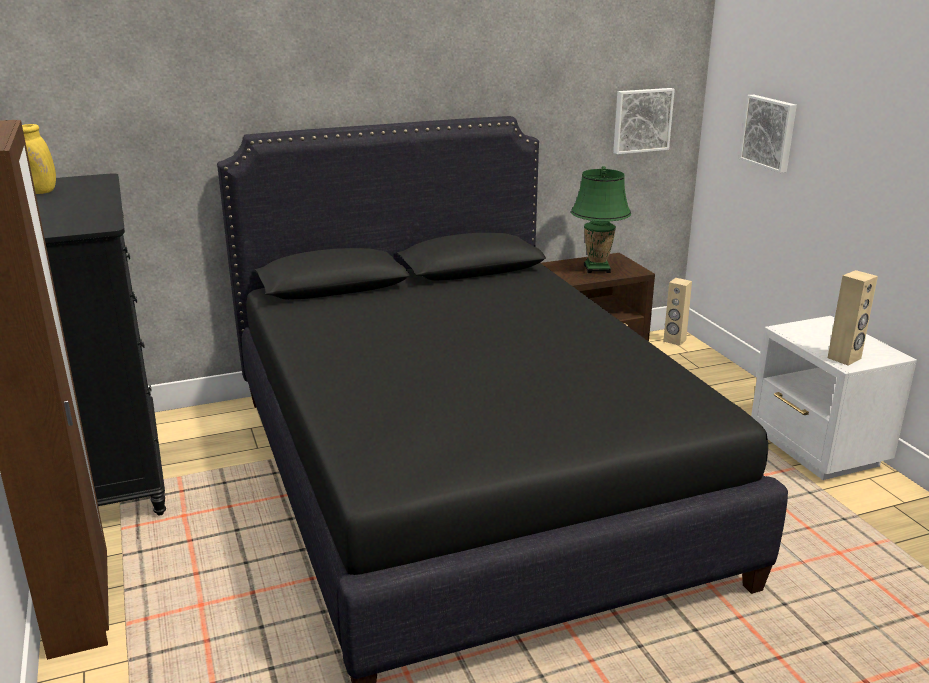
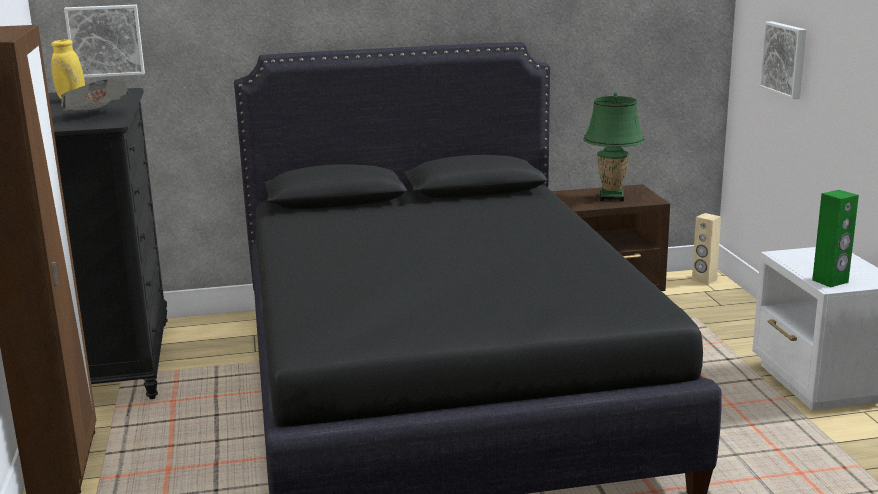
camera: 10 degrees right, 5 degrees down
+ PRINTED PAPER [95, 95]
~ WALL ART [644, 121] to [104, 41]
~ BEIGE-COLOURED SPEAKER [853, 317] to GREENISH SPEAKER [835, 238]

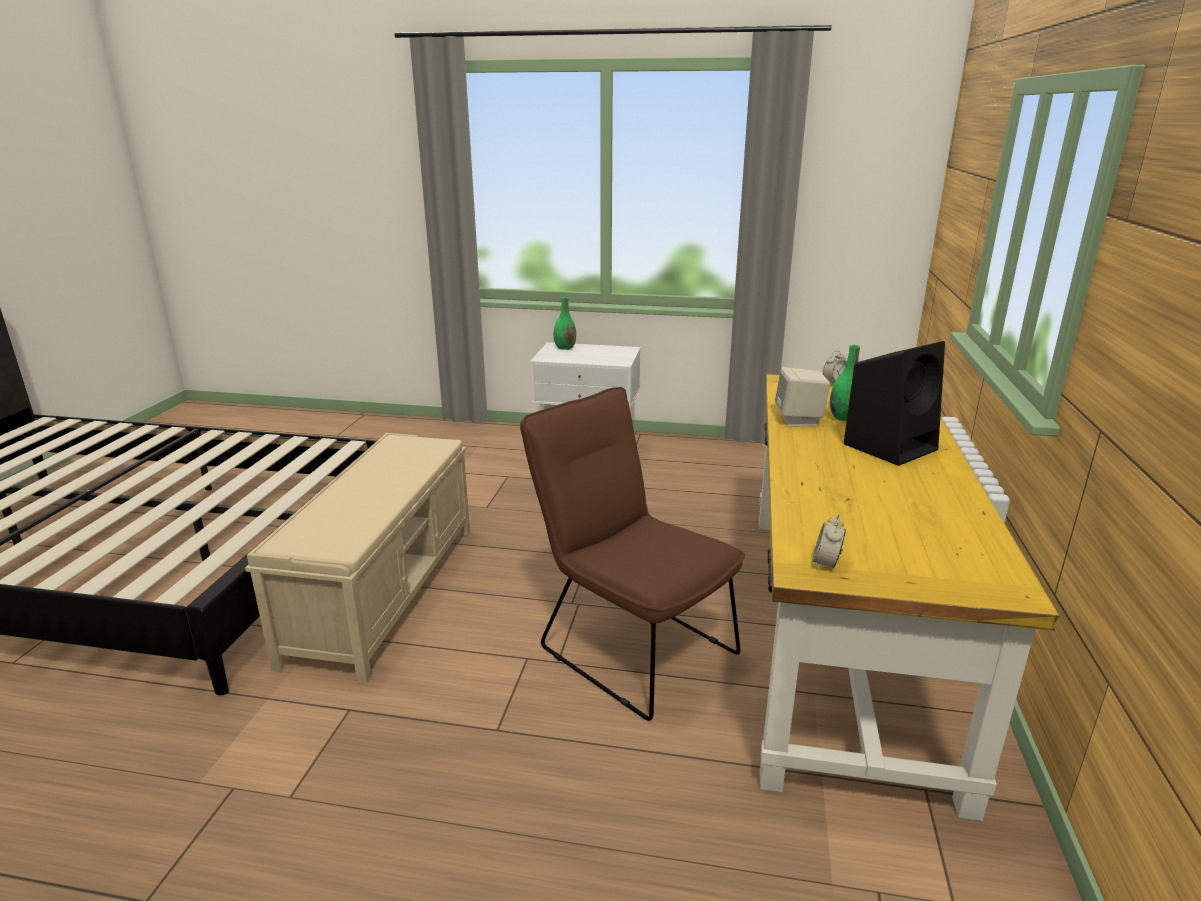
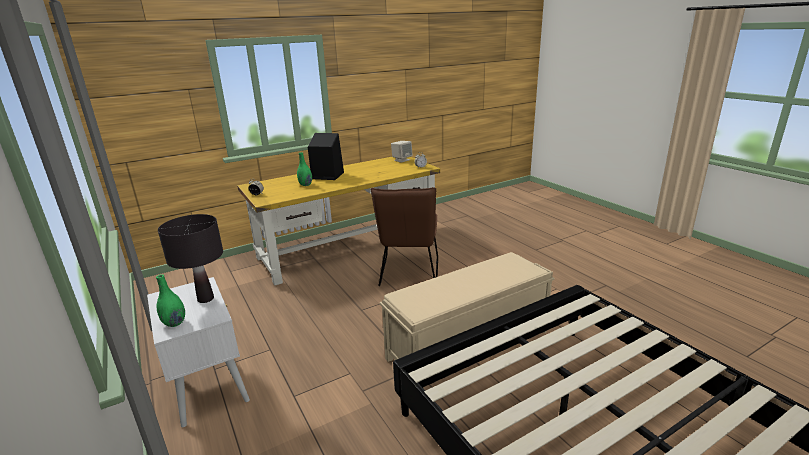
camera: 130 degrees left, 0 degrees up
+ BLACK TABLE LAMP [190, 258]
~ BEIGE-COLOURED SPEAKER [802, 397] to [402, 151]

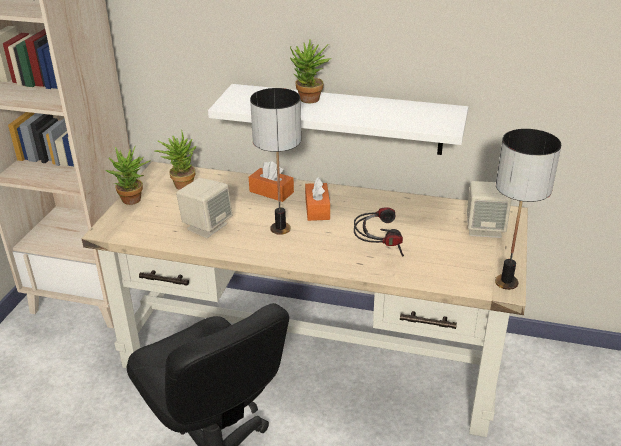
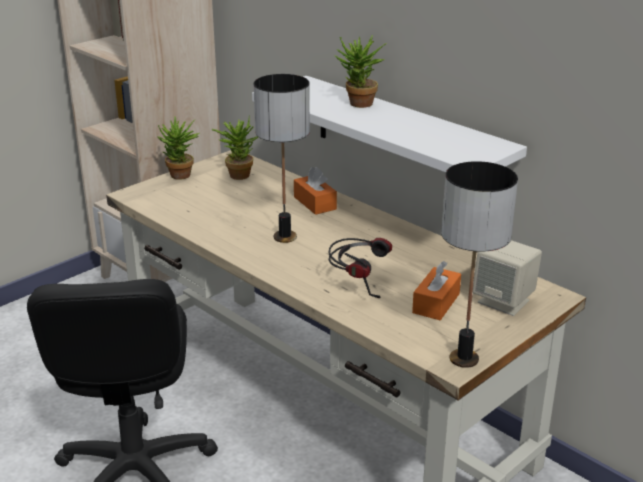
camera: 30 degrees right, 5 degrees down
- BEIGE-COLOURED SPEAKER [204, 208]
~ ORANGEY TISSUE HOLDER [317, 199] to [436, 290]

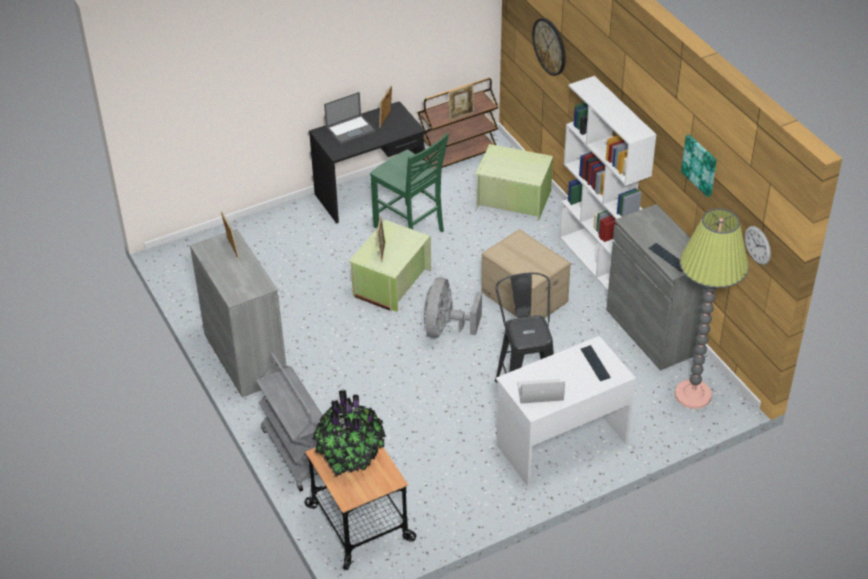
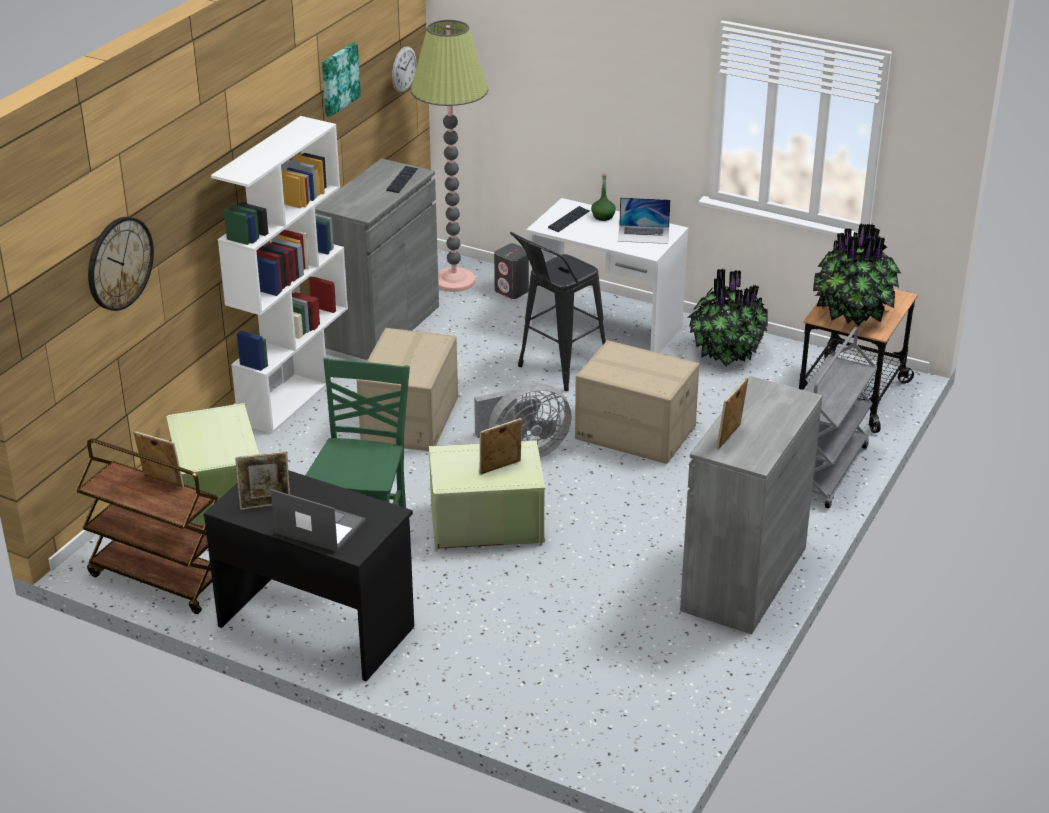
camera: 125 degrees left, 10 degrees down
+ GREYISH SPEAKER [511, 271]
+ CARTON [637, 402]
+ GREENISH BOTTLE [603, 197]
+ HOUSEPLANT [727, 318]
~ PORTABLE COMPUTER [541, 391] = [644, 220] 45 degrees counterclockwise

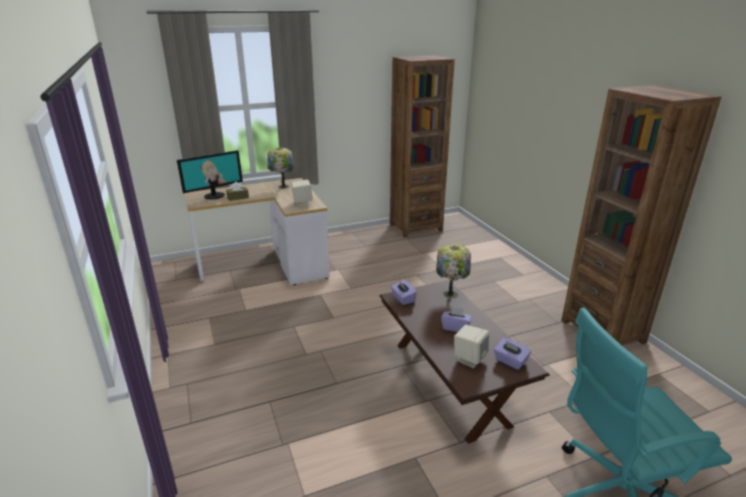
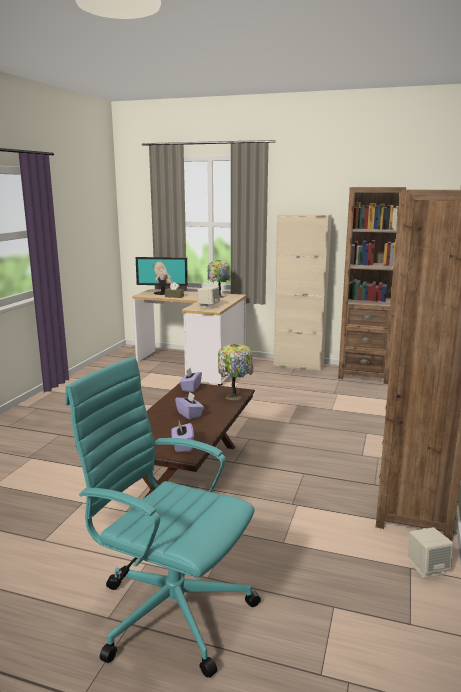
camera: 40 degrees right, 10 degrees down
+ BEIGE-COLOURED CABINET [303, 292]
~ BEIGE-COLOURED SPEAKER [471, 346] to [430, 552]

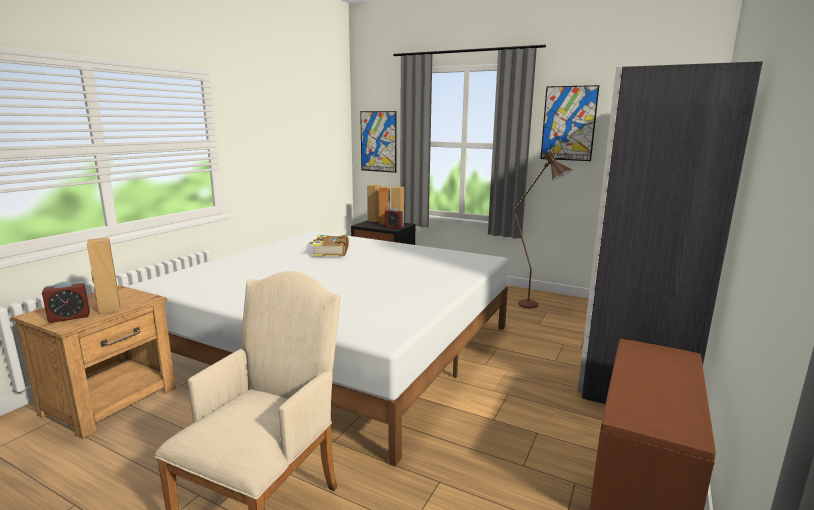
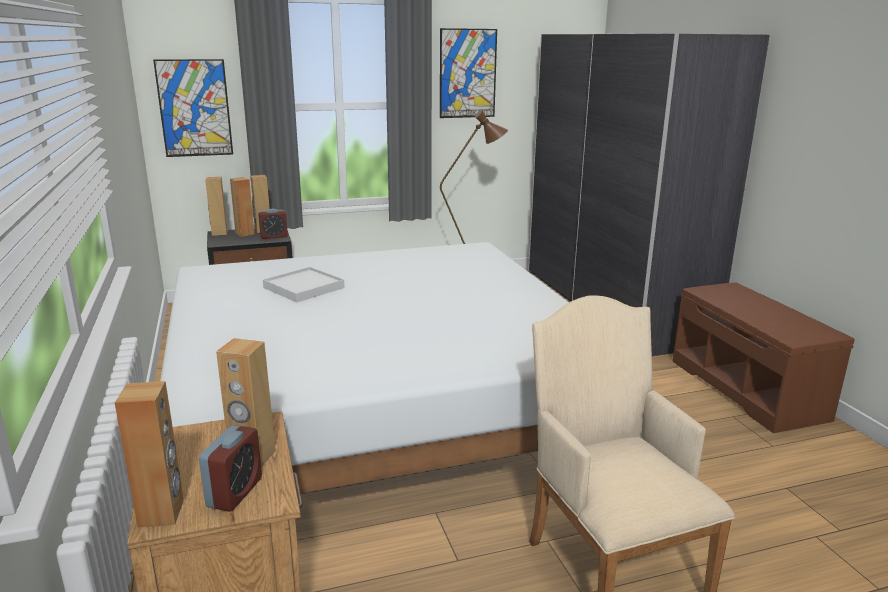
camera: 45 degrees left, 5 degrees up
+ BROWN-COLOURED SPEAKER [149, 454]
~ BOOK [328, 246] to WHITE-COLOURED CARRYING TRAY [303, 284]

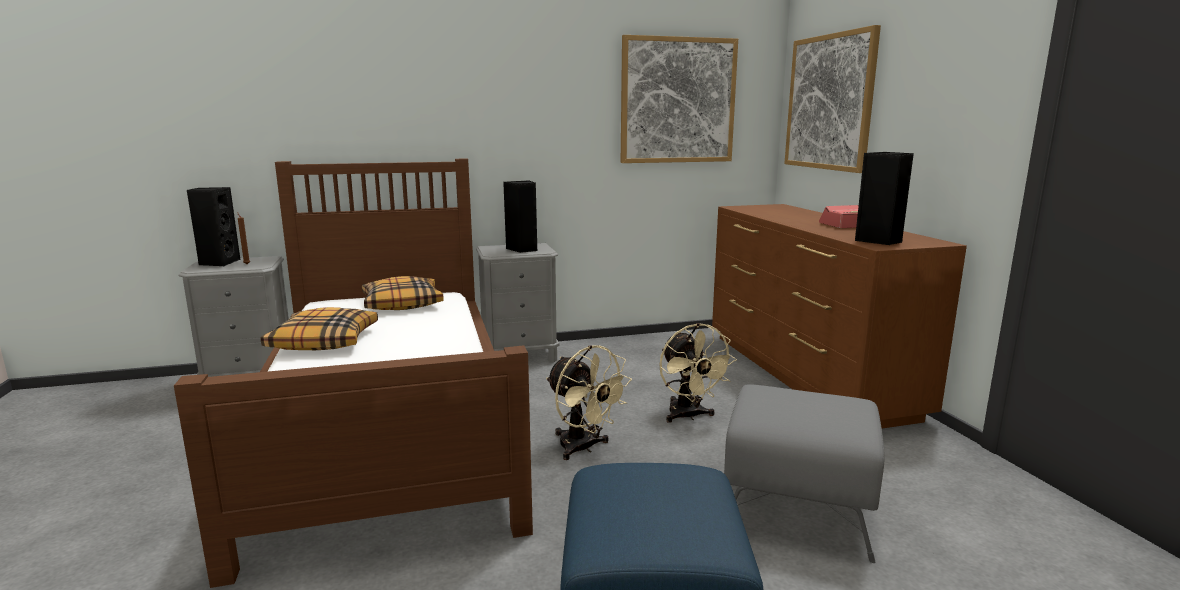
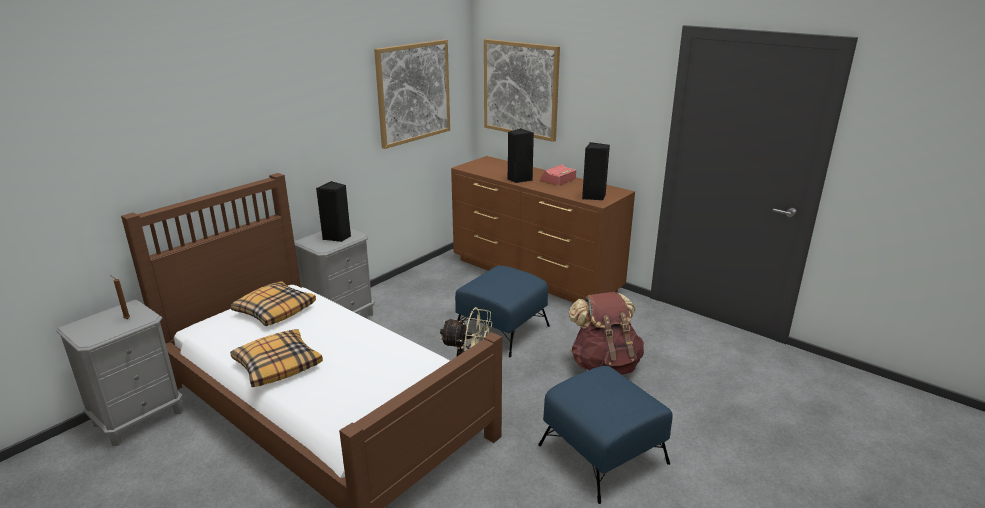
camera: 35 degrees left, 10 degrees up
~ BLACK SPEAKER [213, 226] to [521, 155]
~ BEIGE-COLOURED COOLING FAN [698, 373] to BLUISH POUFFE [502, 311]
~ GREYISH POUFFE [804, 473] to BROWN-COLOURED BACKPACK [606, 333]

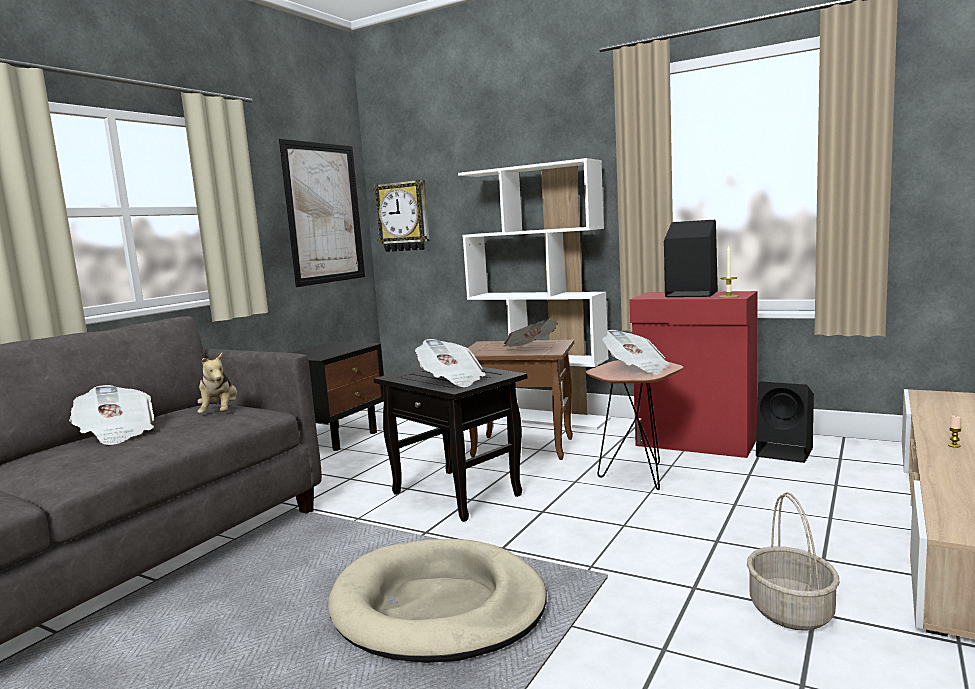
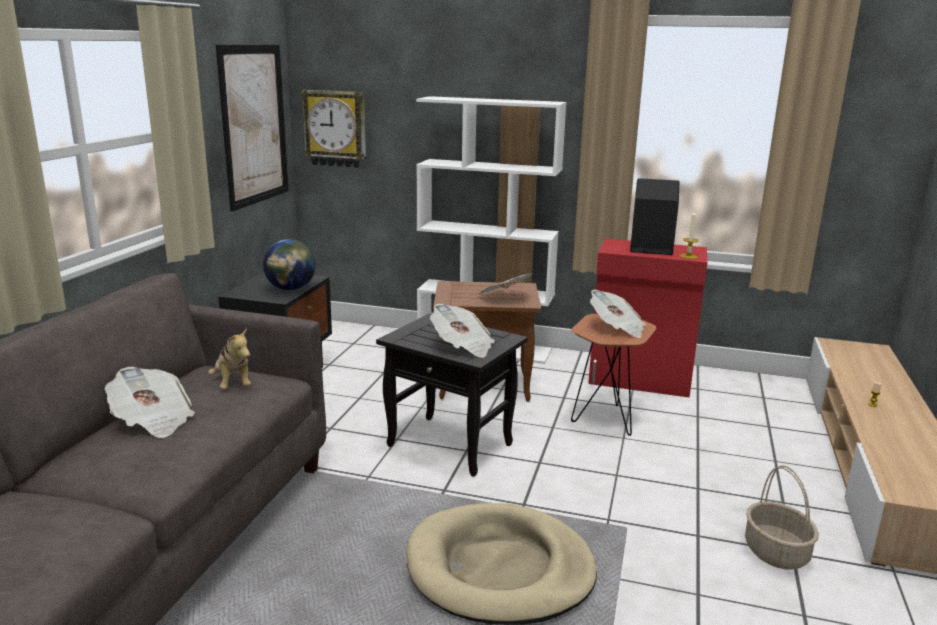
camera: 15 degrees left, 10 degrees up
- BLACK SPEAKER [785, 422]
+ GLOBE [289, 264]

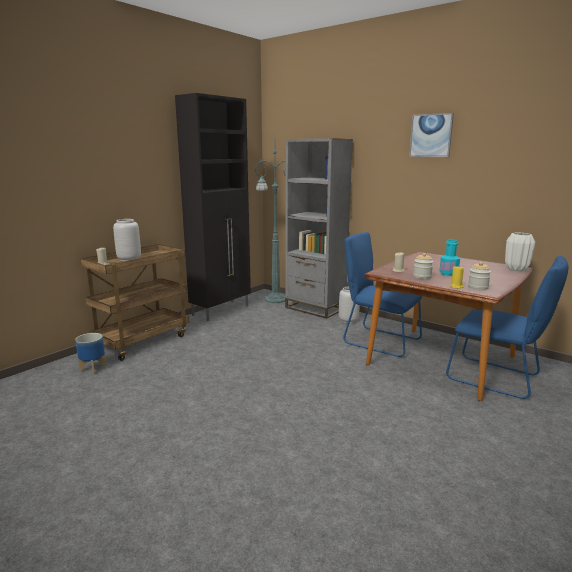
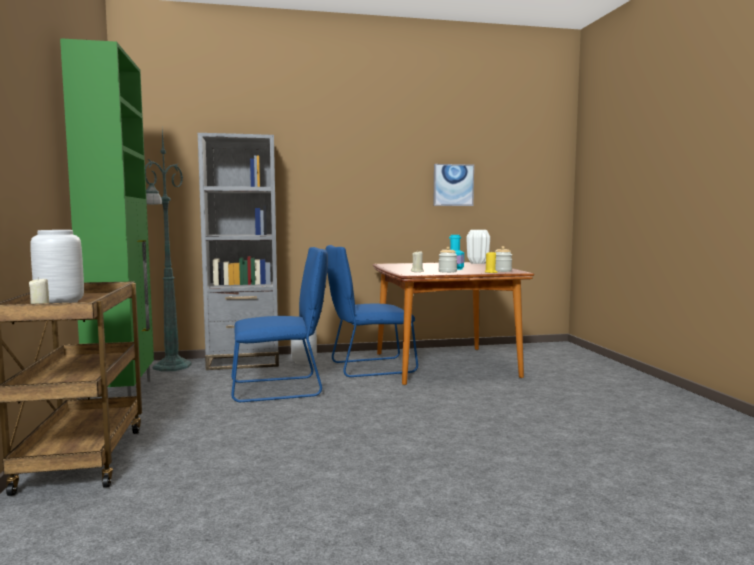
camera: 50 degrees left, 10 degrees down
- PLANT POT [90, 353]
~ WALL ART [431, 135] to [453, 185]
~ BLUISH UPRIGHT CHAIR [507, 327] to [279, 324]
~ BLACK CABINET [213, 207] to GREENISH CABINET [107, 218]

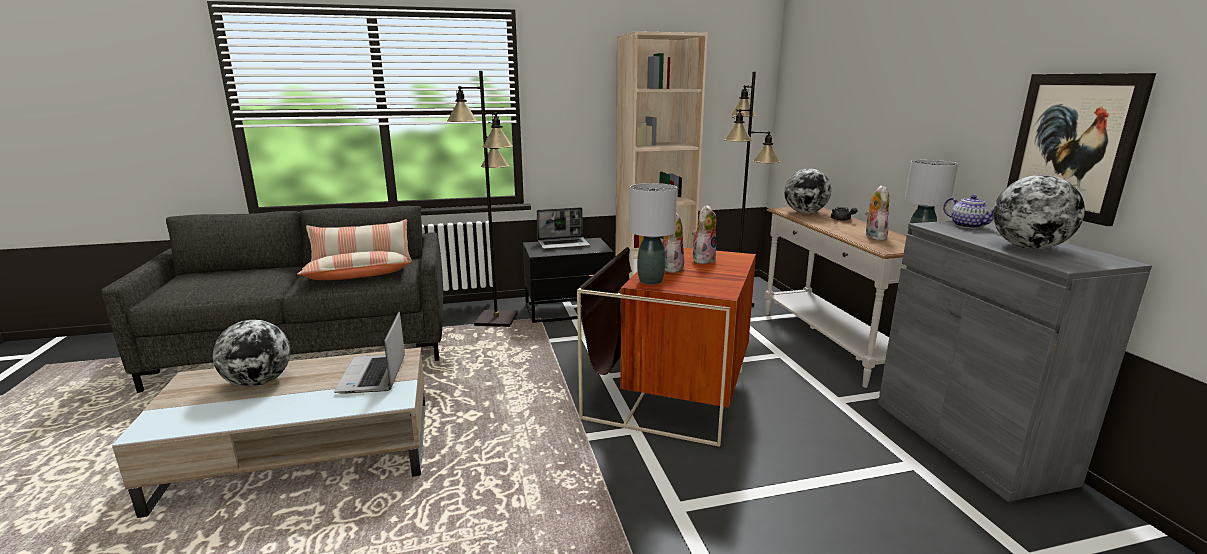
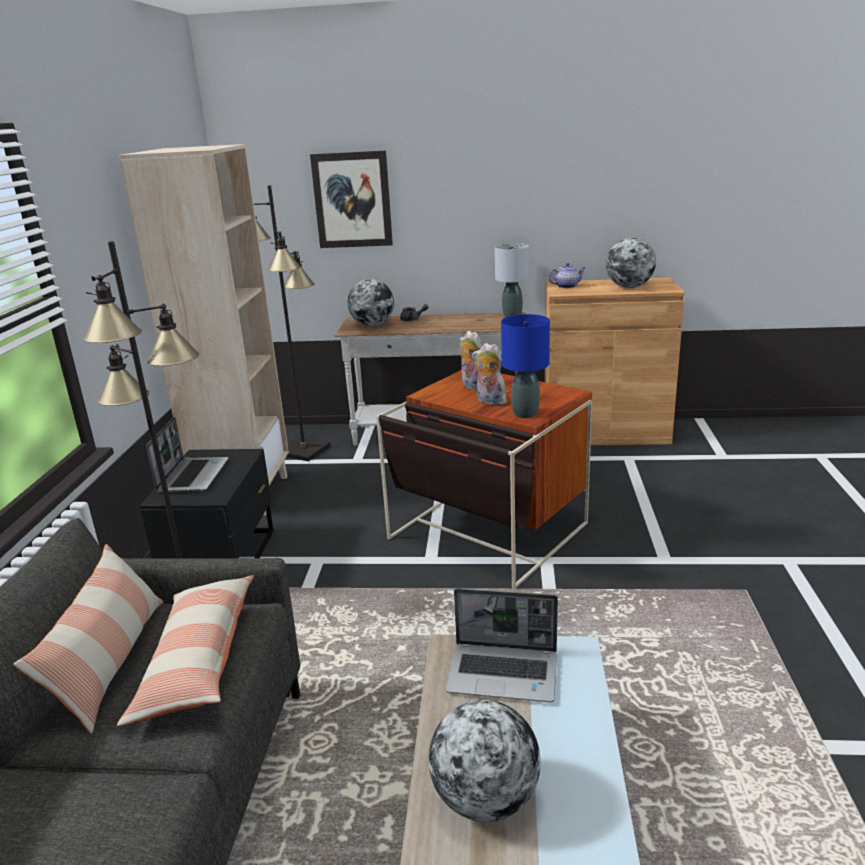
camera: 70 degrees left, 5 degrees up
- SOFT TOY [877, 213]
~ WALL ART [1081, 149] to [351, 199]
~ GREYISH TABLE LAMP [653, 234] to BLUISH TABLE LAMP [525, 366]
~ GREYISH CABINET [1015, 361] to BROWN-COLOURED CABINET [615, 361]

